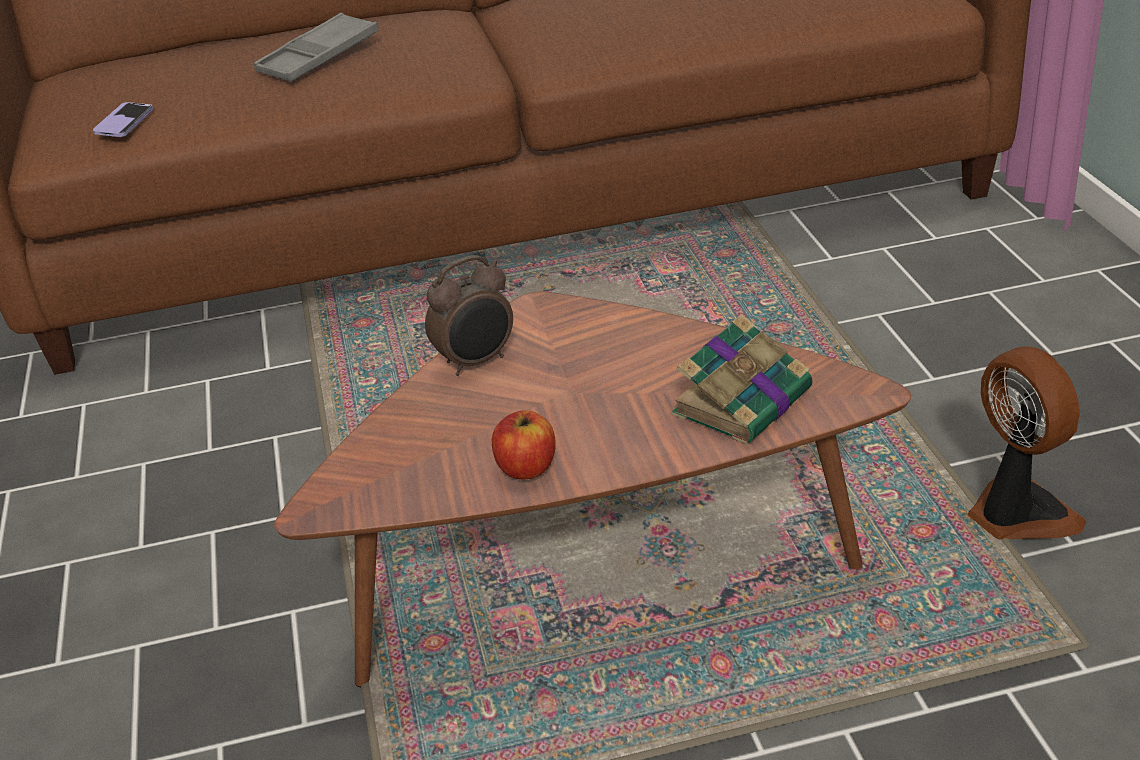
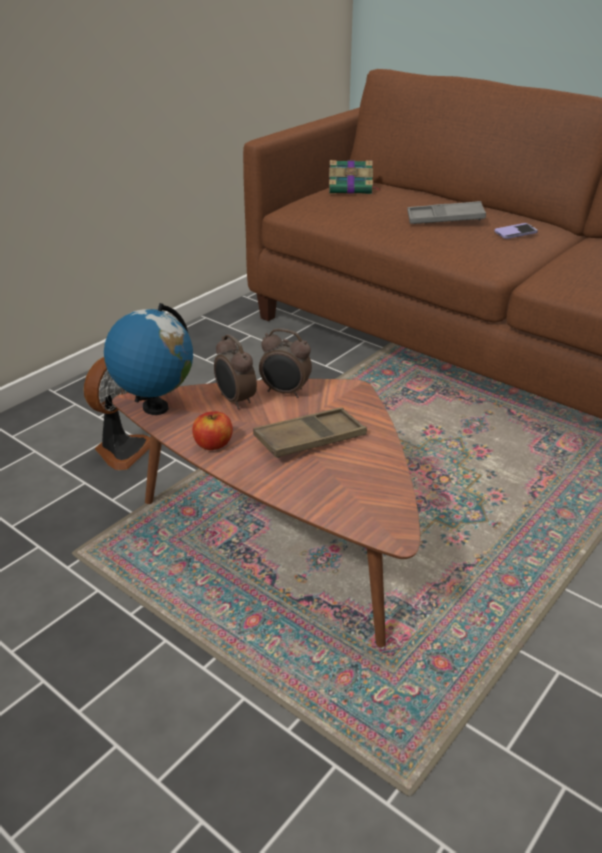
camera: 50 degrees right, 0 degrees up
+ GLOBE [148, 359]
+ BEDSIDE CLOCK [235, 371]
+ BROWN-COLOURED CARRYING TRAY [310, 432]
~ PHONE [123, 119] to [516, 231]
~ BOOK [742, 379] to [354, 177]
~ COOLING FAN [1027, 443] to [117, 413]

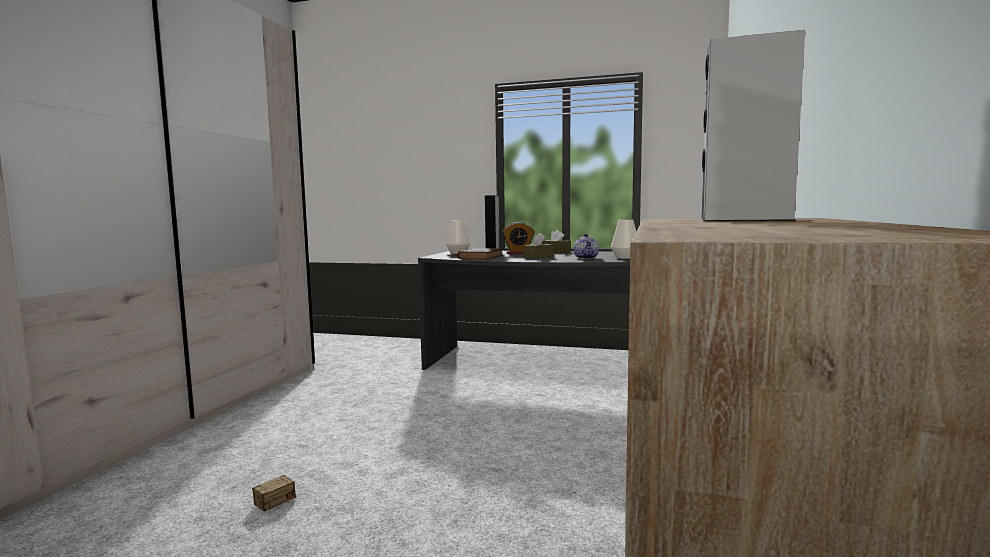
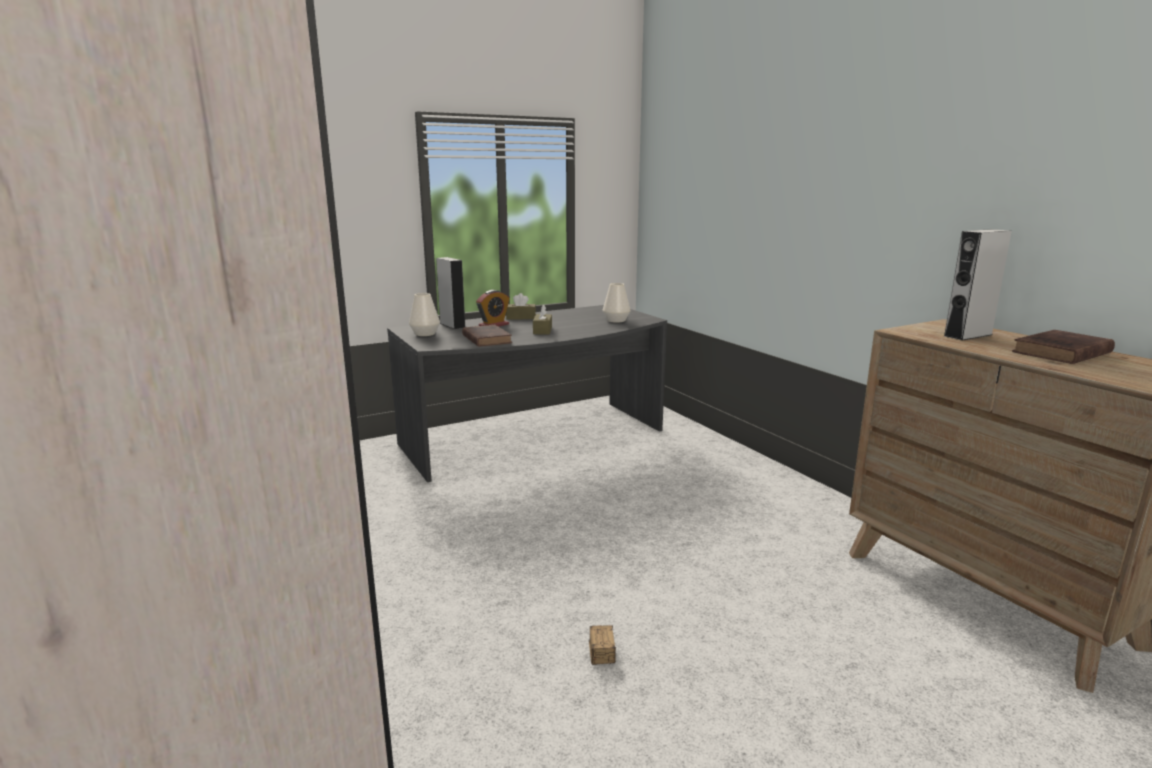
camera: 45 degrees left, 10 degrees up
- TEA POT [586, 246]
+ BROWN-COLOURED BOOK [1063, 347]

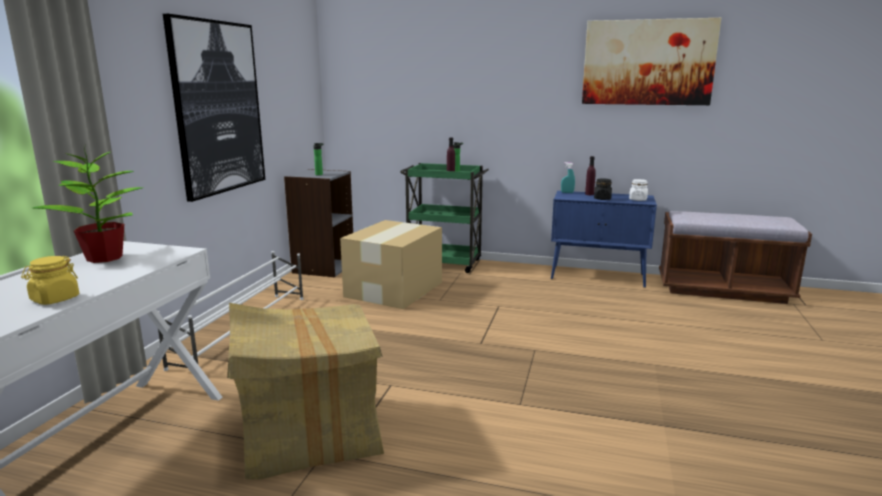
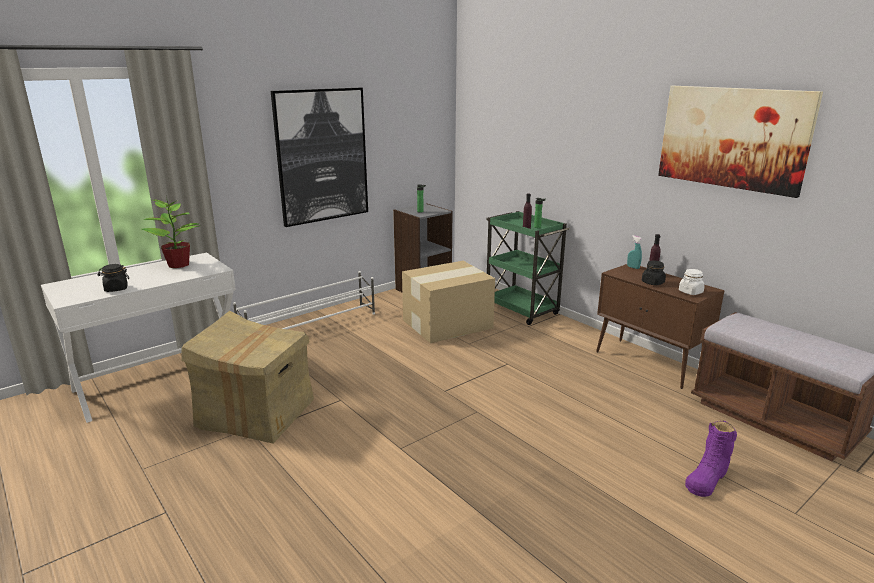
camera: 35 degrees right, 5 degrees up
+ PURPLE TALL BOOT [711, 459]
~ YELLOWISH PRESERVE JAR [50, 280] to BLACK PRESERVE JAR [113, 278]
~ BLUISH CABINET [604, 239] to BROWN-COLOURED CABINET [660, 326]

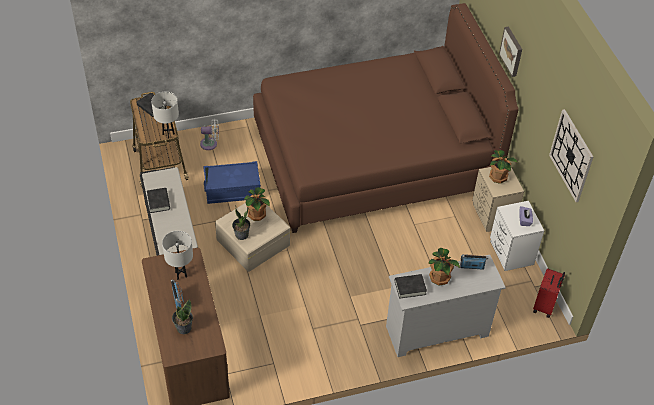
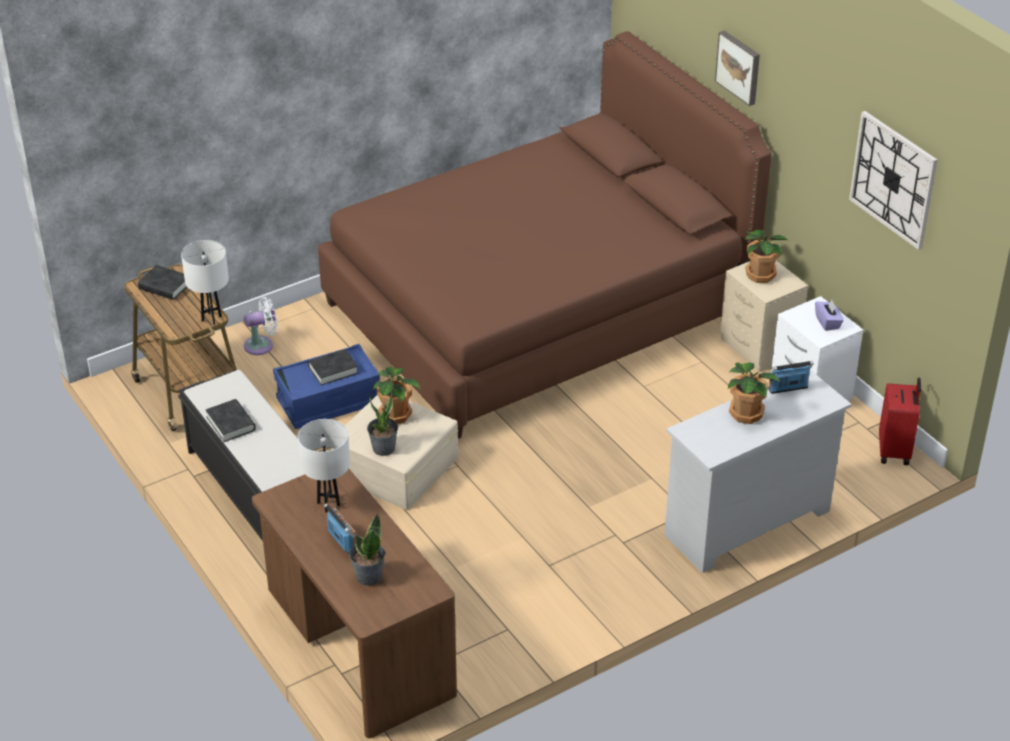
camera: 15 degrees left, 10 degrees down
~ BLACK BOOK [411, 286] to [333, 367]

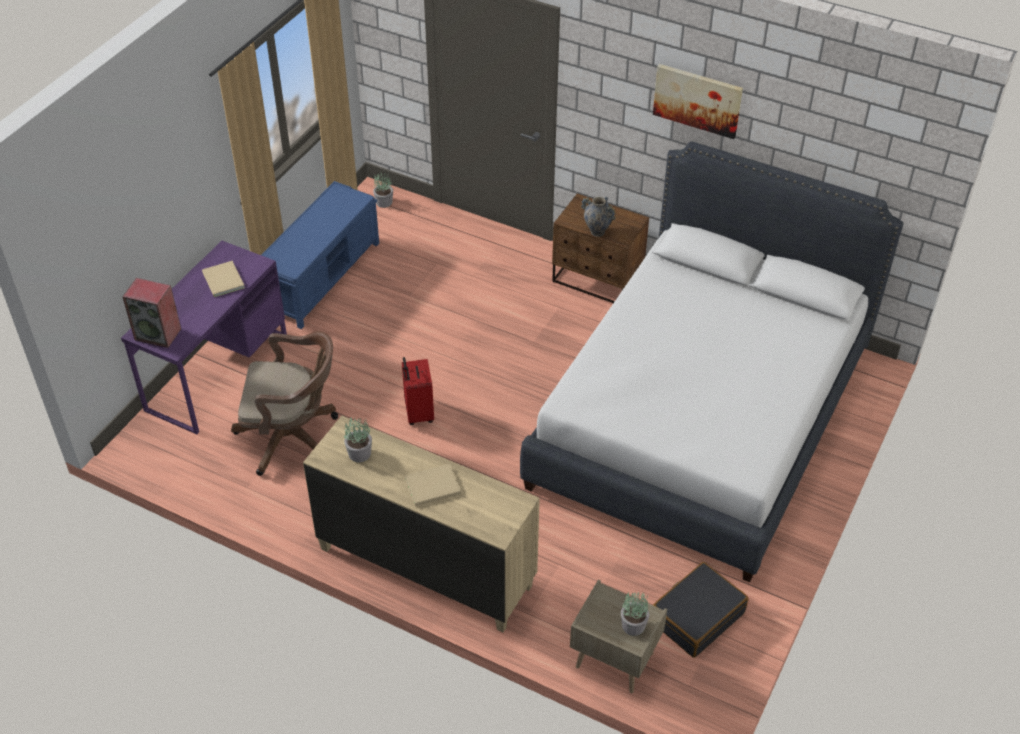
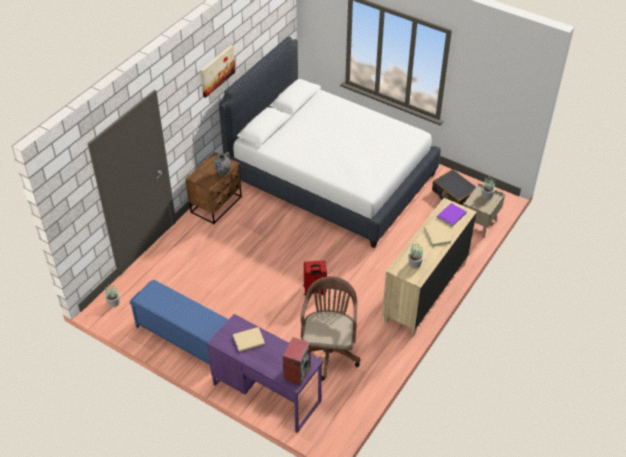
camera: 85 degrees left, 0 degrees up
+ PURPLE BOOK [452, 214]

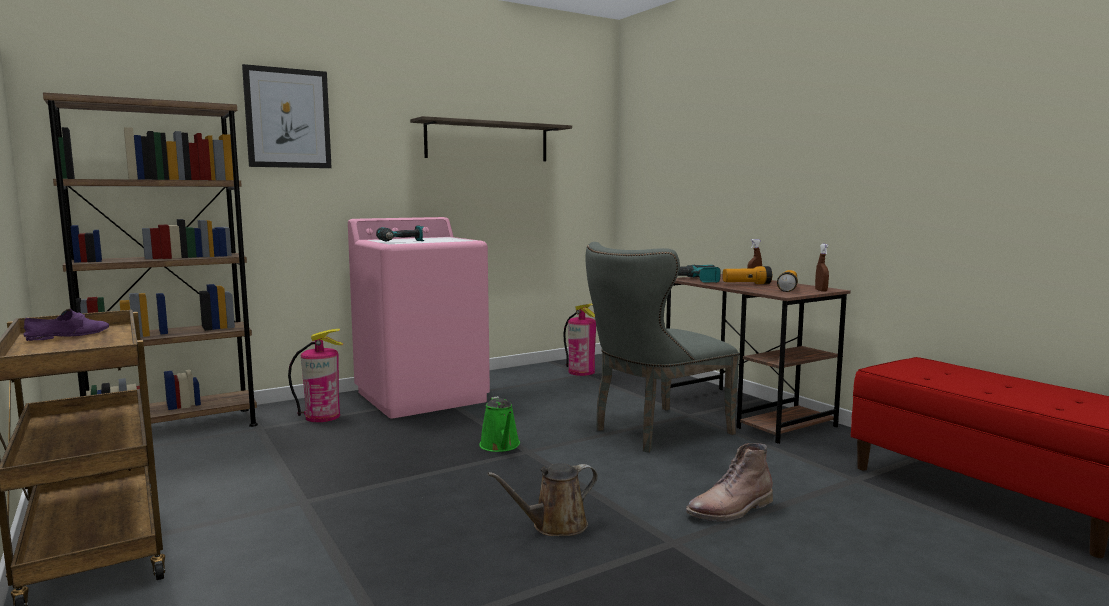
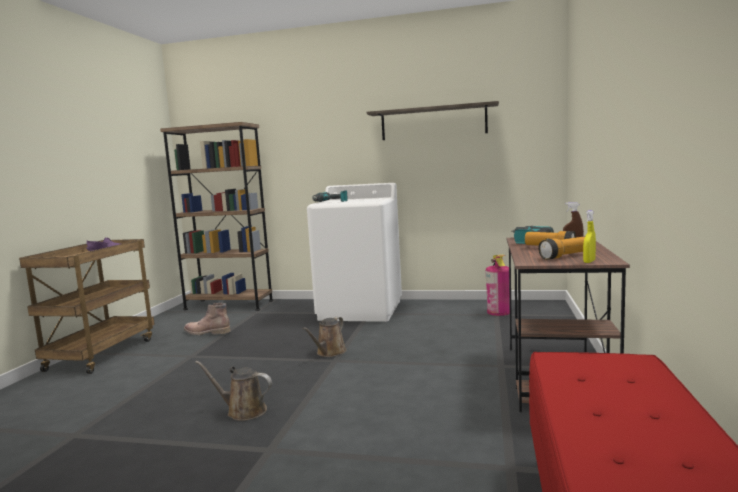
camera: 45 degrees right, 0 degrees up
- WALL ART [287, 116]
- FIRE-FIGHTING CYLINDER [316, 375]
- GREYISH UPRIGHT CHAIR [662, 347]
~ BROWN-COLOURED TALL BOOT [729, 482] to [207, 319]
~ PINK LAUNDRY MACHINE [419, 318] to WHITE-COLOURED LAUNDRY MACHINE [354, 252]
~ GREENISH WATERING CAN [499, 424] to BROWN-COLOURED WATERING CAN [324, 337]
~ BROWN-COLOURED SPRAYER [822, 268] to YELLOWISH SPRAYER [589, 236]

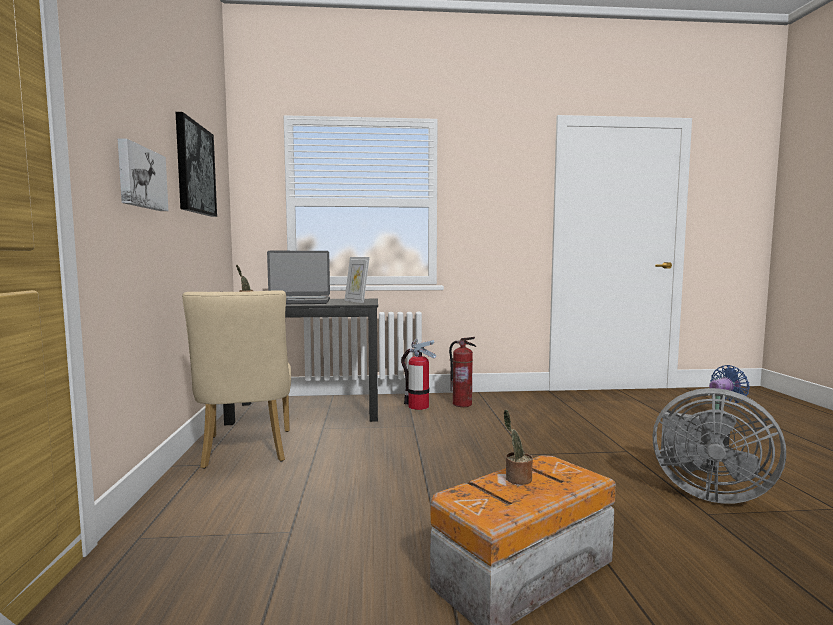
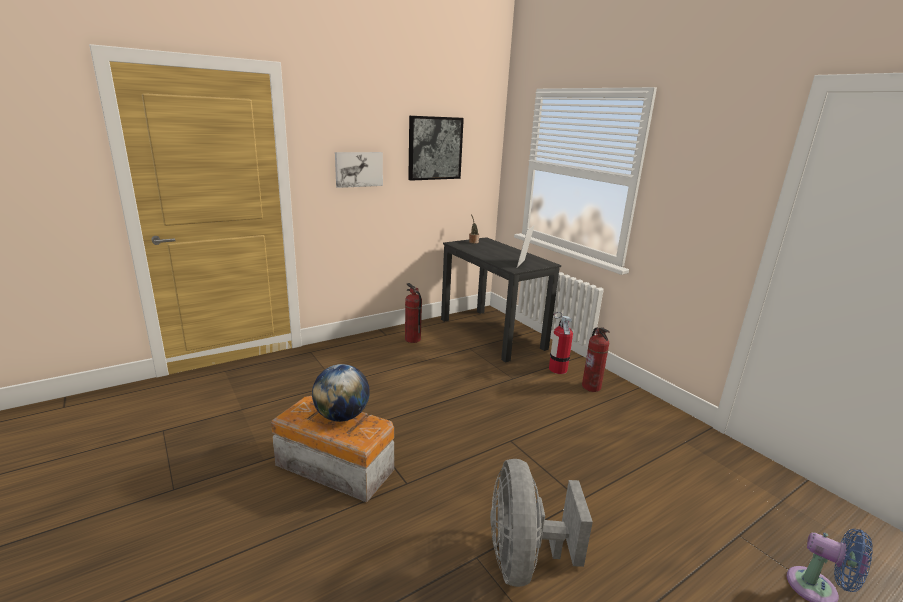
camera: 60 degrees right, 15 degrees up
- PORTABLE COMPUTER [298, 277]
~ BEIGE-COLOURED UPRIGHT CHAIR [236, 379] to FIRE-FIGHTING CYLINDER [413, 313]
~ HOUSEPLANT [518, 447] to GLOBE [341, 393]

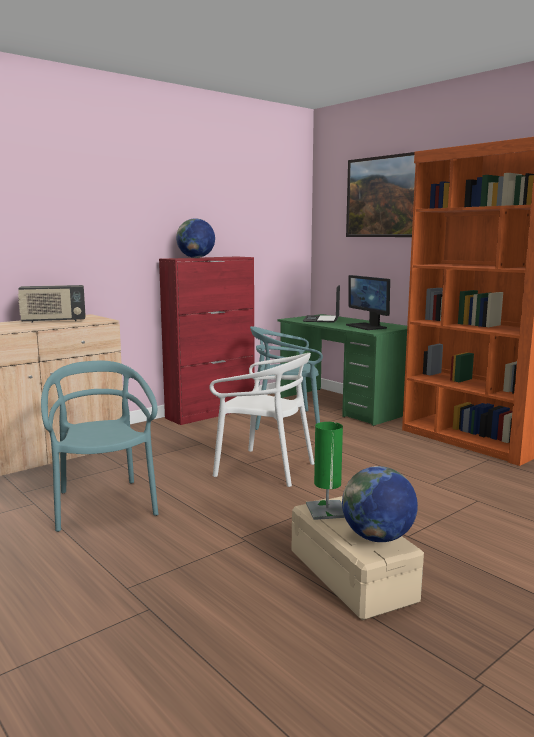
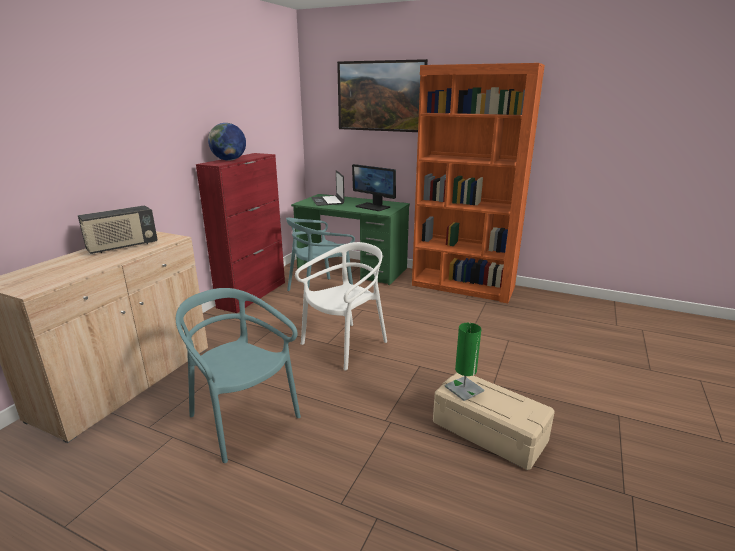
camera: 25 degrees left, 10 degrees up
- GLOBE [380, 504]
~ WHITE-COLOURED UPRIGHT CHAIR [261, 420] = [341, 306] 45 degrees counterclockwise

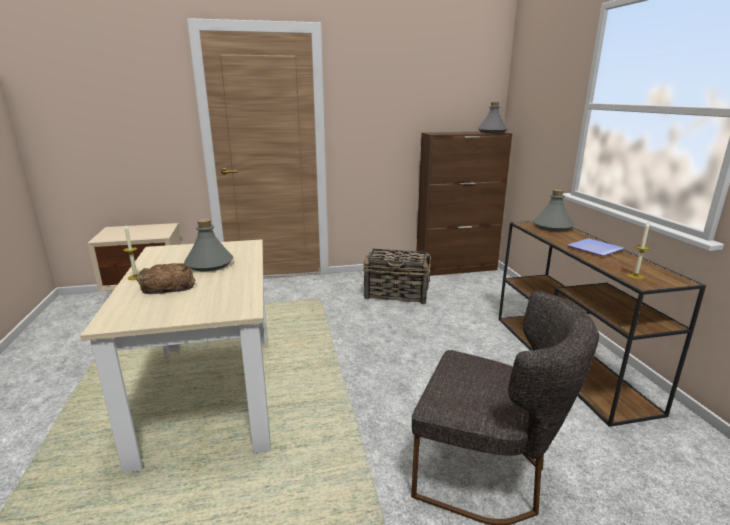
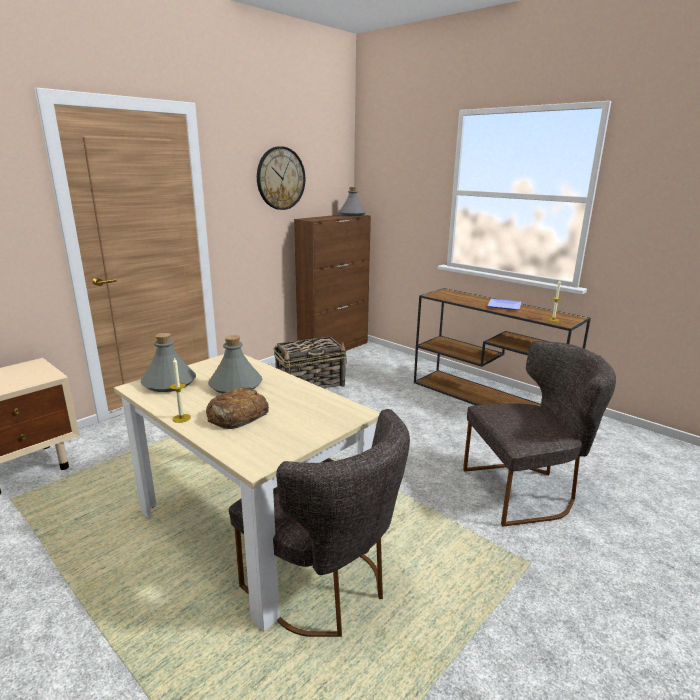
camera: 35 degrees left, 0 degrees up
+ GREYISH UPRIGHT CHAIR [319, 523]
+ WALL CLOCK [281, 178]
~ GREYISH BOTTLE [553, 210] to [168, 362]

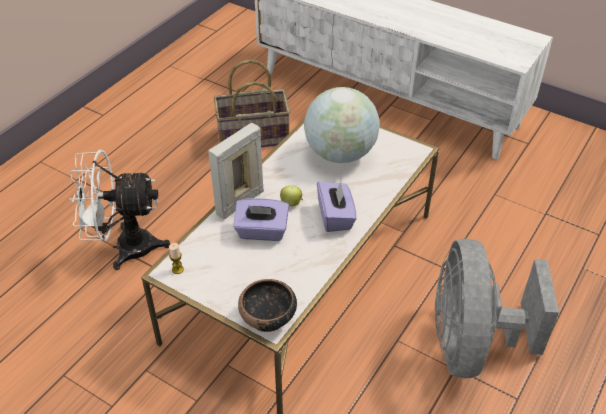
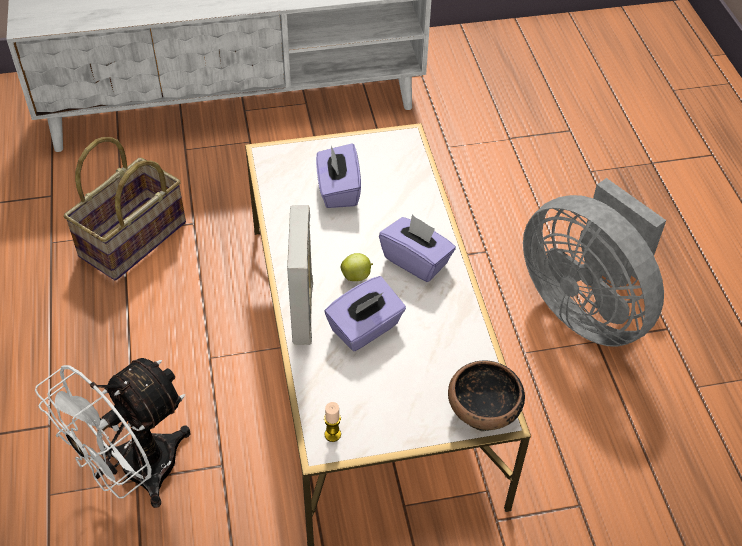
camera: 45 degrees left, 5 degrees up
~ GLOBE [342, 125] to PURPLE TISSUE HOLDER [338, 175]

